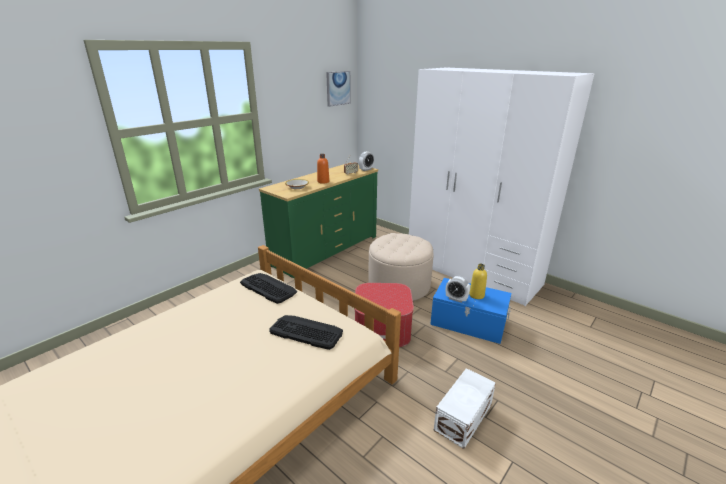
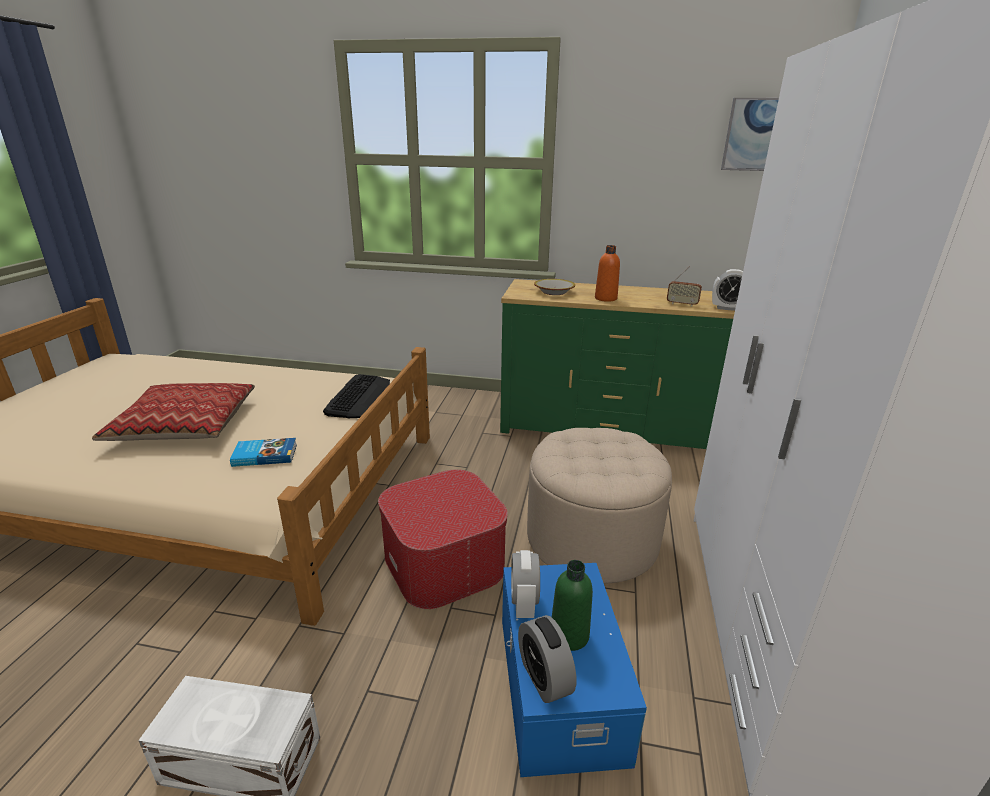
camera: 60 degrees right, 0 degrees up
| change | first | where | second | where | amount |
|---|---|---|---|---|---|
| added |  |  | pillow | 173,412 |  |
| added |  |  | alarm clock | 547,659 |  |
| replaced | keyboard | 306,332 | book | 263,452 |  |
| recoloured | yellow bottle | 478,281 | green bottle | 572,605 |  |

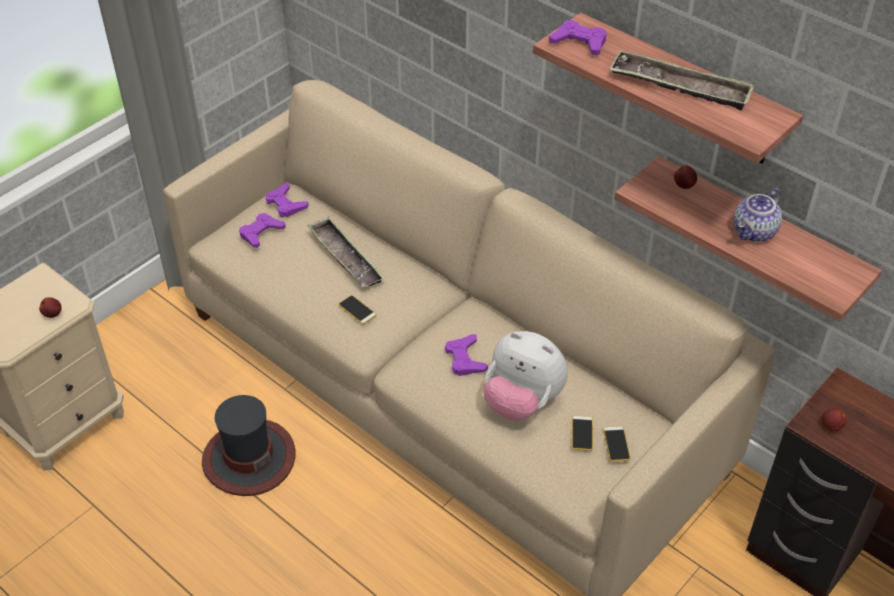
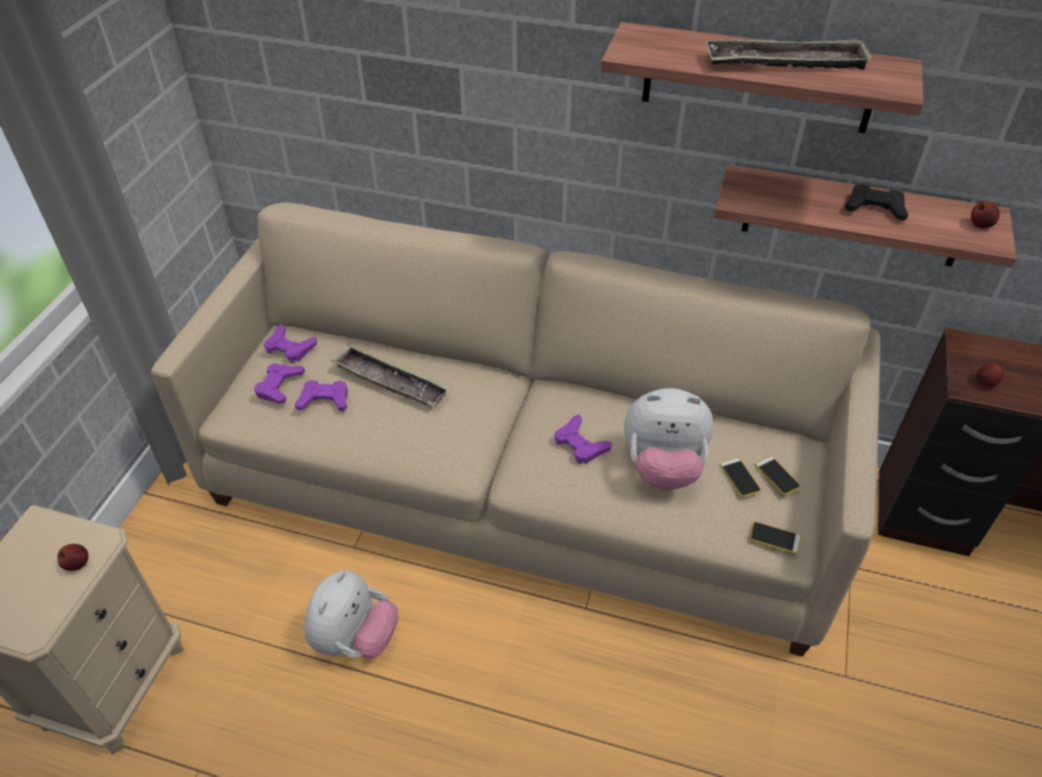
camera: 25 degrees left, 0 degrees up
| change | first | where | second | where | amount |
|---|---|---|---|---|---|
| moved | phone | 357,309 |  | 775,538 |  |
| moved | purple game controller | 577,37 |  | 321,395 |  |
| moved | apple | 685,177 |  | 985,215 |  |
| replaced | hat | 248,445 | plush toy | 351,614 |  |
| replaced | teapot | 758,215 | black game controller | 876,202 |  |

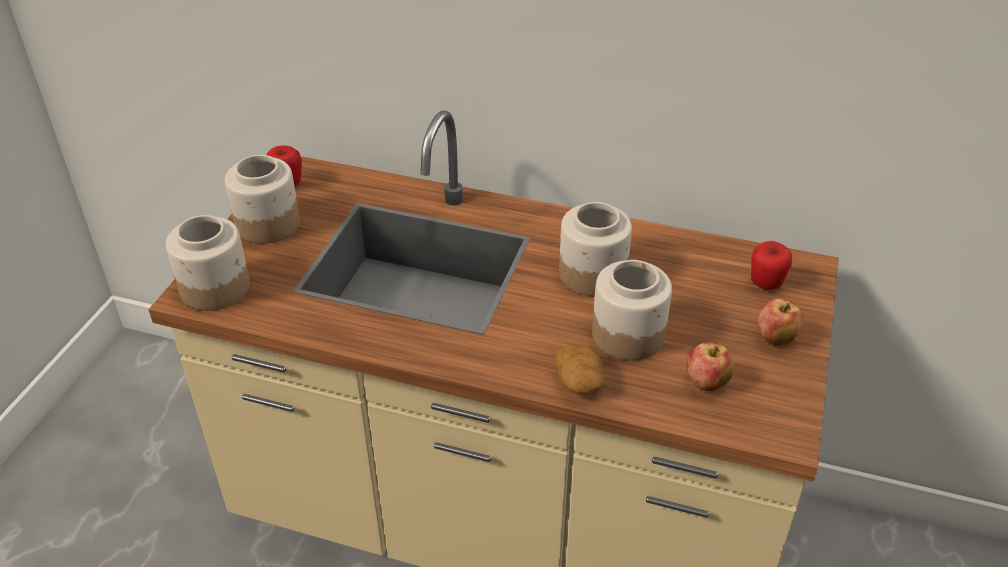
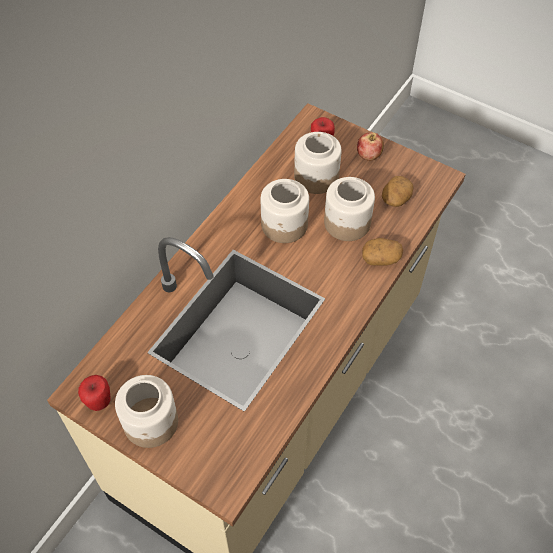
camera: 75 degrees left, 15 degrees up
| change | first | where | second | where | amount |
|---|---|---|---|---|---|
| moved | jar | 208,263 |  | 318,163 |  |
| replaced | apple | 710,366 | potato | 398,191 |  |

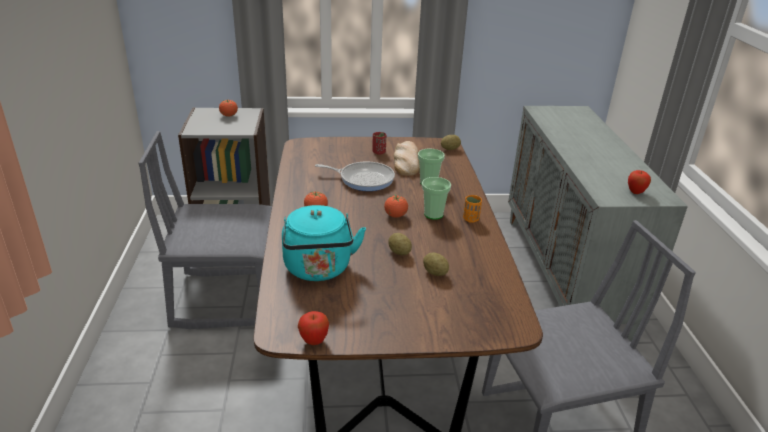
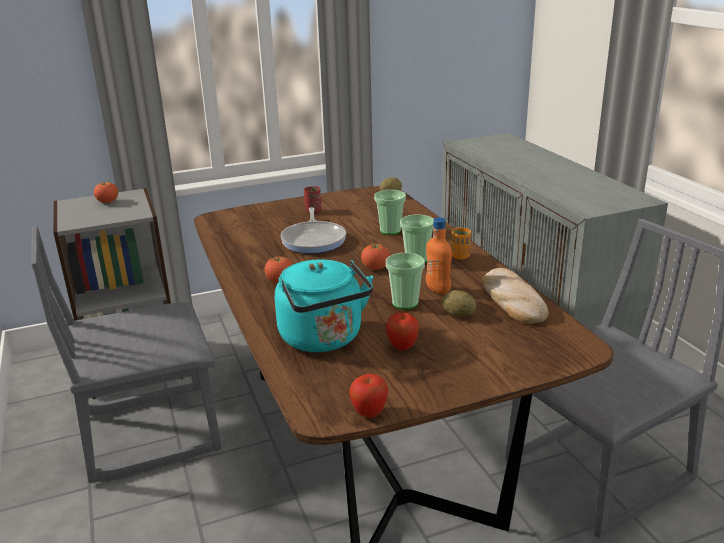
camera: 15 degrees left, 5 degrees down
| change | first | where | second | where | amount |
|---|---|---|---|---|---|
| added |  |  | orange bottle | 439,256 |  |
| moved | bread | 406,158 |  | 515,296 |  |
| moved | apple | 639,182 |  | 403,332 |  |
| replaced | potato | 400,244 | cup | 405,281 |  |
| turned | frying pan | 355,176 |  | 313,230 | 90 degrees clockwise |

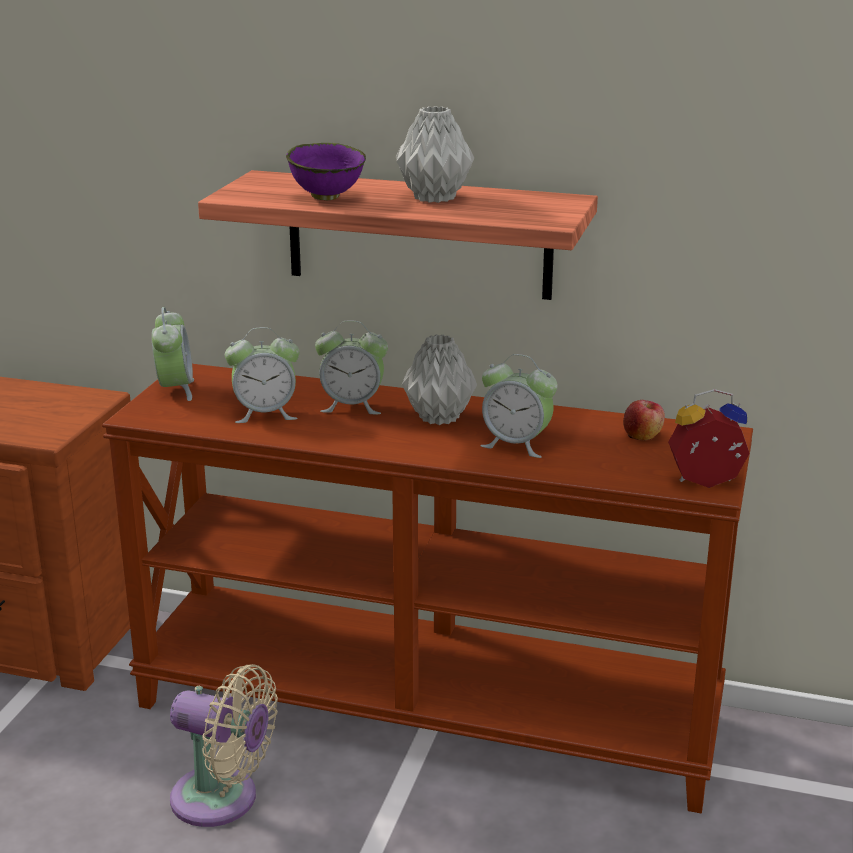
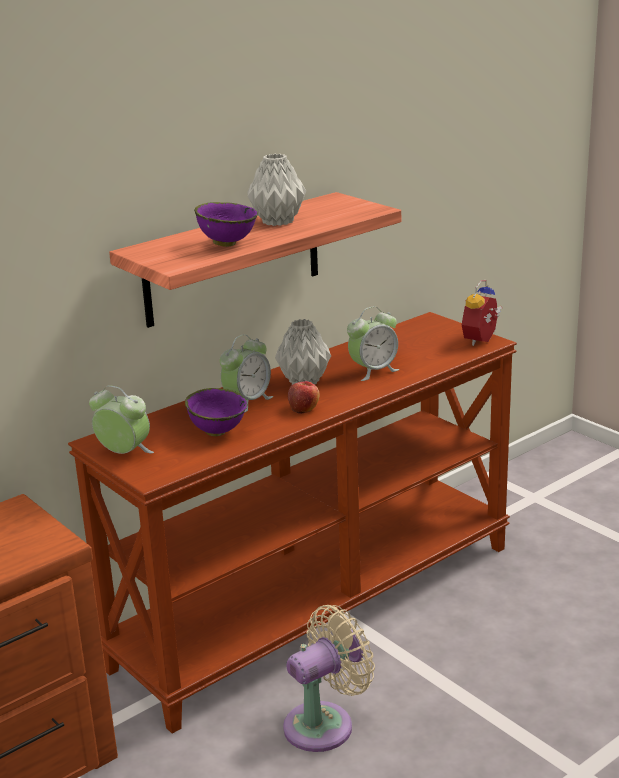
camera: 55 degrees left, 0 degrees up
| change | first | where | second | where | amount |
|---|---|---|---|---|---|
| moved | apple | 644,420 |  | 304,397 |  |
| replaced | alarm clock | 262,375 | purple bowl | 216,412 |  |

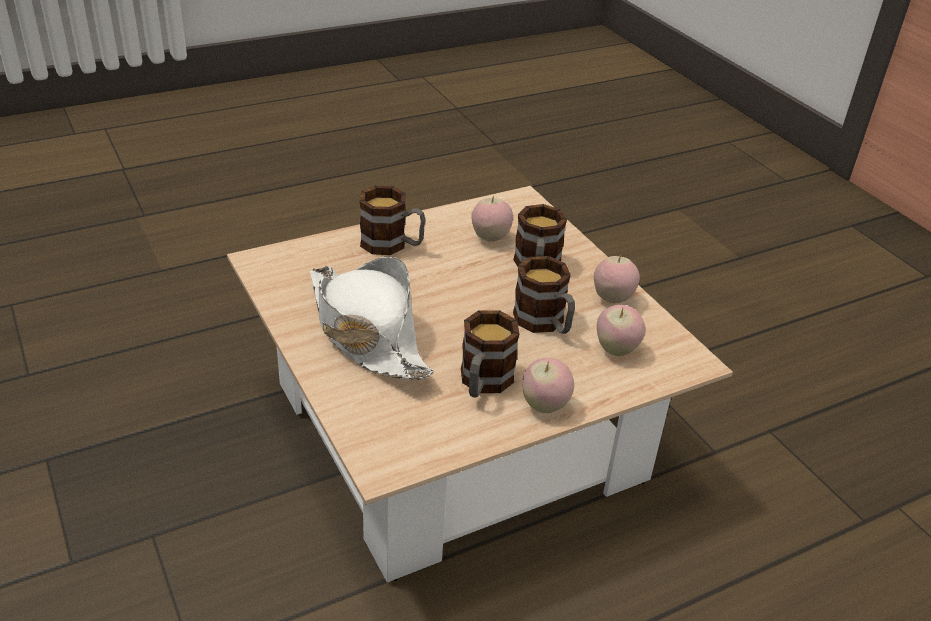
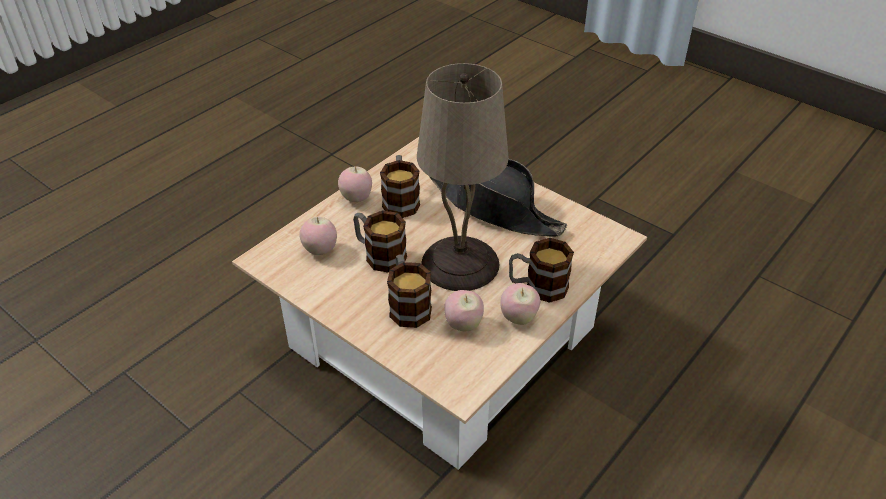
camera: 160 degrees right, 5 degrees up
| change | first | where | second | where | amount |
|---|---|---|---|---|---|
| added |  |  | beige table lamp | 463,177 |  |
| moved | apple | 617,279 |  | 520,304 |  |
| recoloured | white hat | 372,318 | black hat | 498,197 |  |

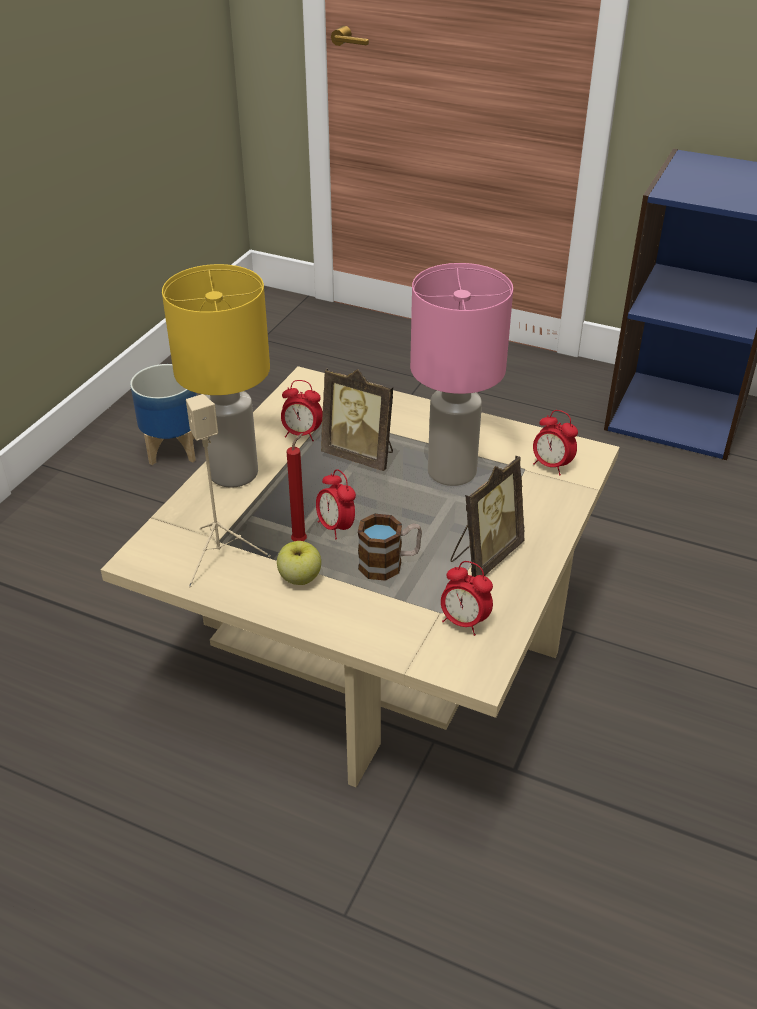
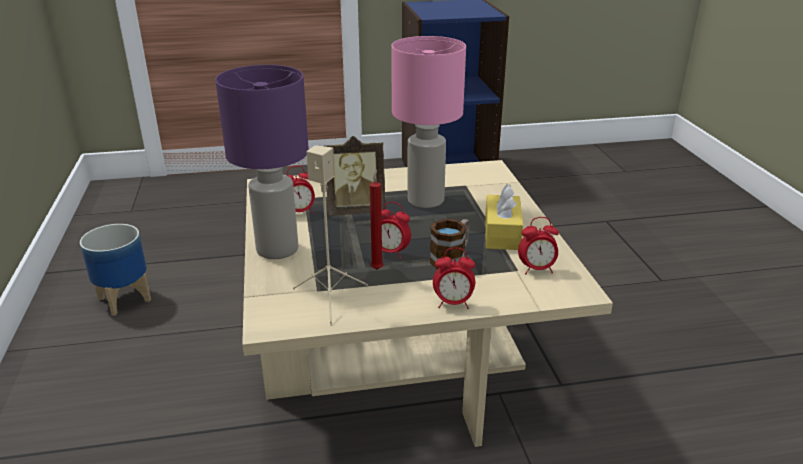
camera: 35 degrees left, 10 degrees down
| change | first | where | second | where | amount |
|---|---|---|---|---|---|
| removed | apple | 299,563 |  |  |  |
| moved | alarm clock | 555,443 |  | 454,278 |  |
| replaced | picture frame | 487,516 | yellow tissue box | 504,217 |  |
| recoloured | yellow table lamp | 216,376 | purple table lamp | 262,162 |  |

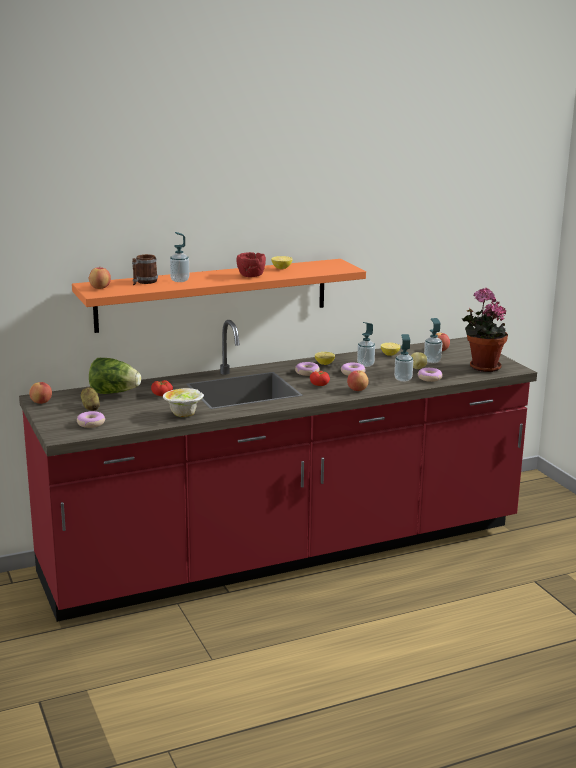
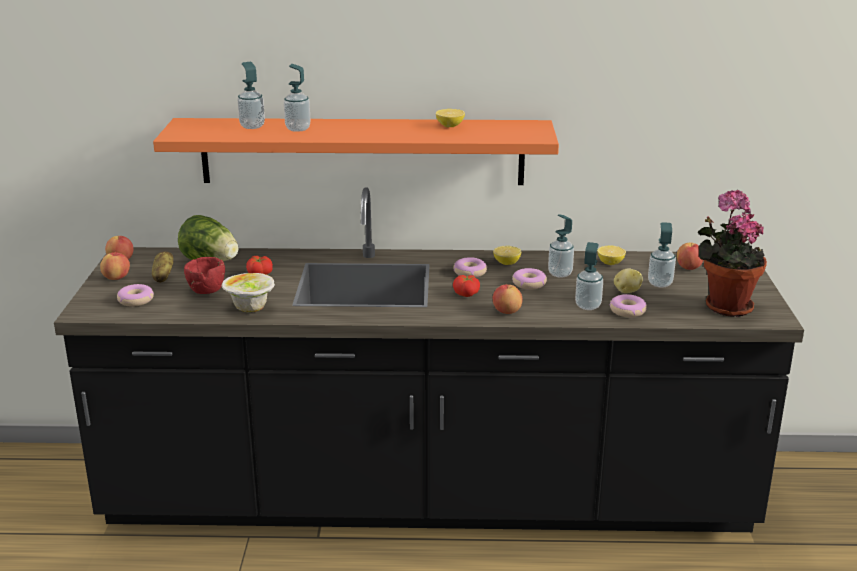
camera: 25 degrees right, 5 degrees up
| change | first | where | second | where | amount |
|---|---|---|---|---|---|
| moved | apple | 100,278 |  | 115,266 |  |
| moved | red bowl | 251,264 |  | 204,275 |  |
| replaced | mug | 145,269 | soap dispenser | 251,95 |  |
| recoloured | red counter | 278,471 | black counter | 429,359 |  |

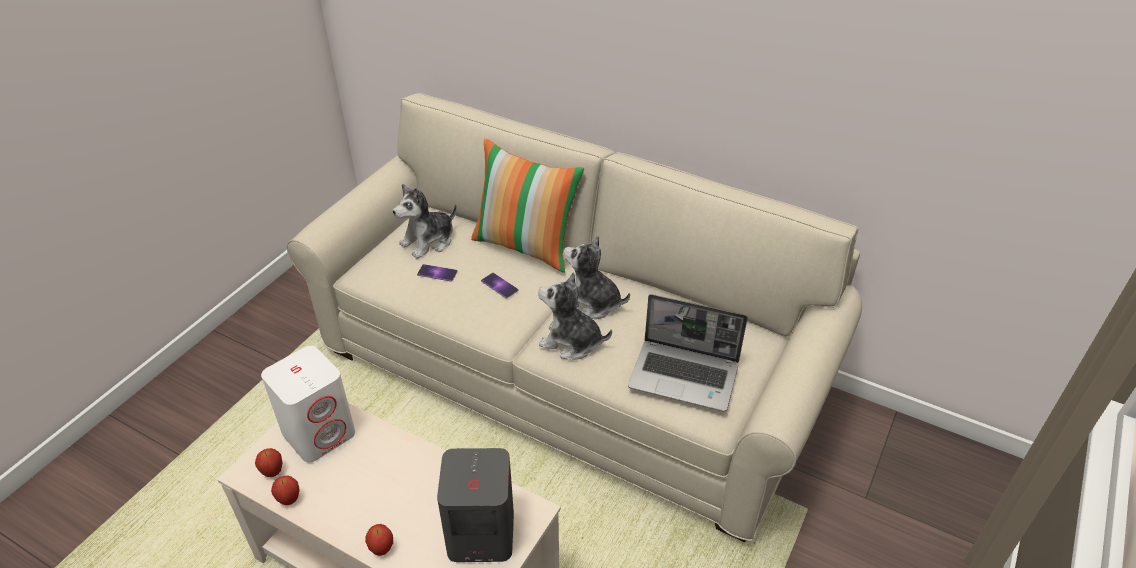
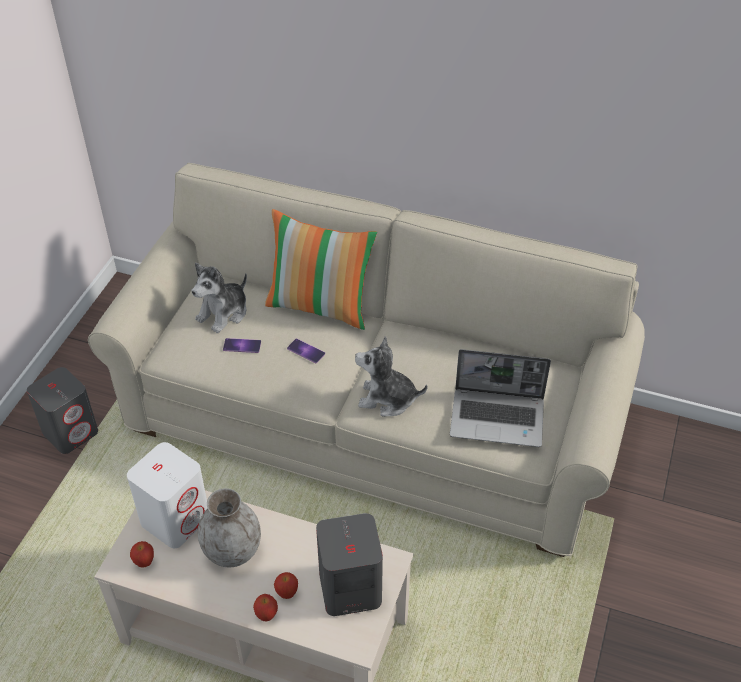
camera: 10 degrees left, 5 degrees up
| change | first | where | second | where | amount |
|---|---|---|---|---|---|
| removed | plush toy | 596,277 |  |  |  |
| added |  |  | grey speaker | 62,410 |  |
| added |  |  | grey vase | 229,528 |  |
| moved | apple | 285,490 |  | 286,585 |  |

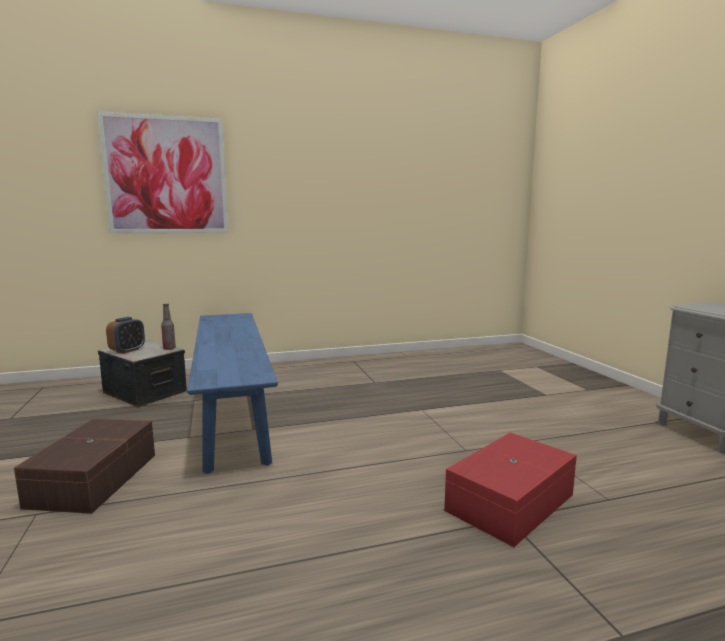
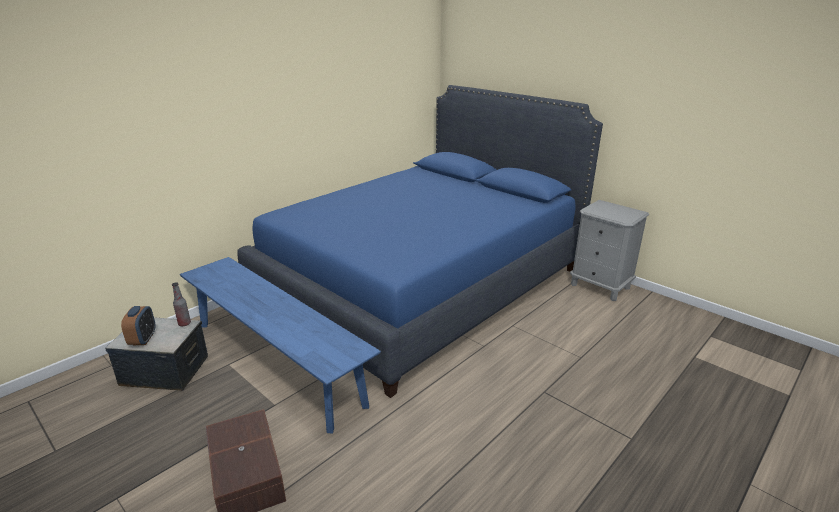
camera: 30 degrees left, 15 degrees up
| change | first | where | second | where | amount |
|---|---|---|---|---|---|
| removed | picture | 162,172 |  |  |  |
| removed | red storage box | 510,489 |  |  |  |
| added |  |  | blue bed | 420,241 |  |

